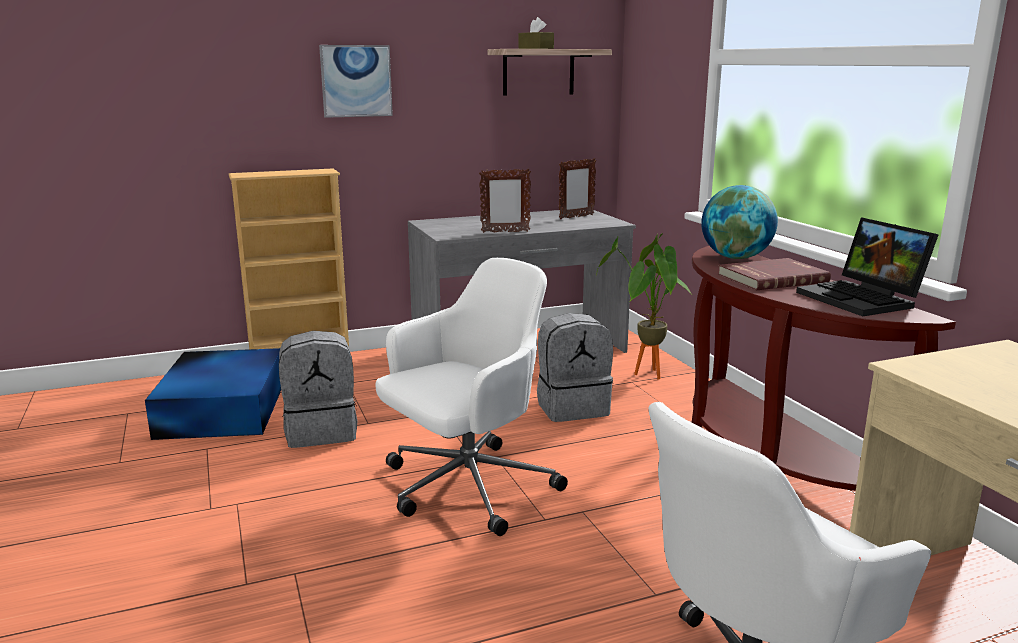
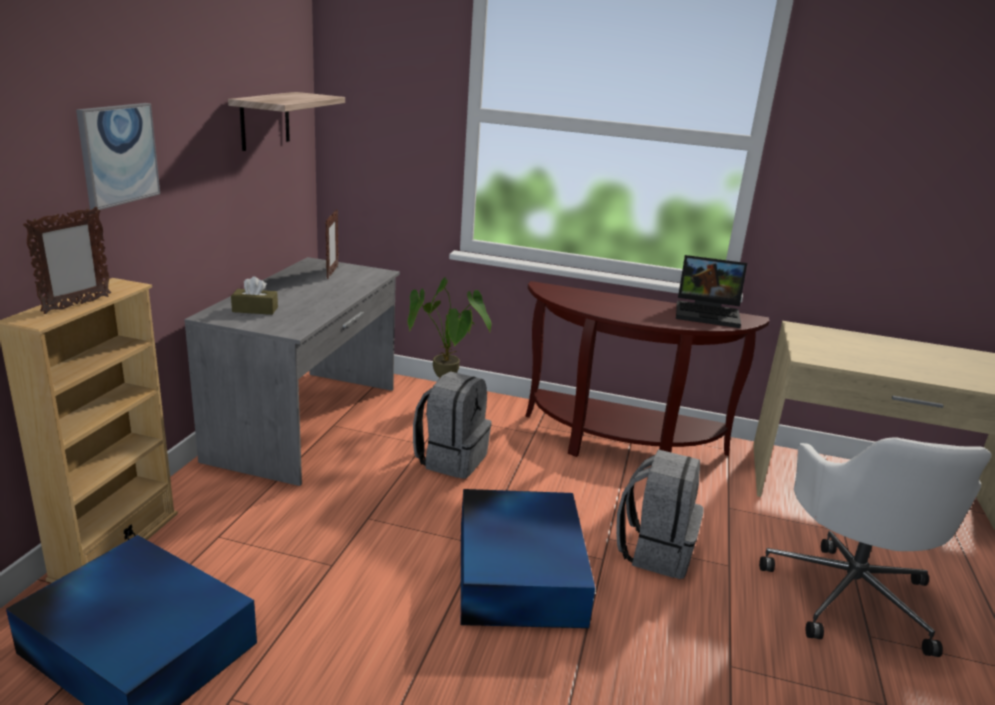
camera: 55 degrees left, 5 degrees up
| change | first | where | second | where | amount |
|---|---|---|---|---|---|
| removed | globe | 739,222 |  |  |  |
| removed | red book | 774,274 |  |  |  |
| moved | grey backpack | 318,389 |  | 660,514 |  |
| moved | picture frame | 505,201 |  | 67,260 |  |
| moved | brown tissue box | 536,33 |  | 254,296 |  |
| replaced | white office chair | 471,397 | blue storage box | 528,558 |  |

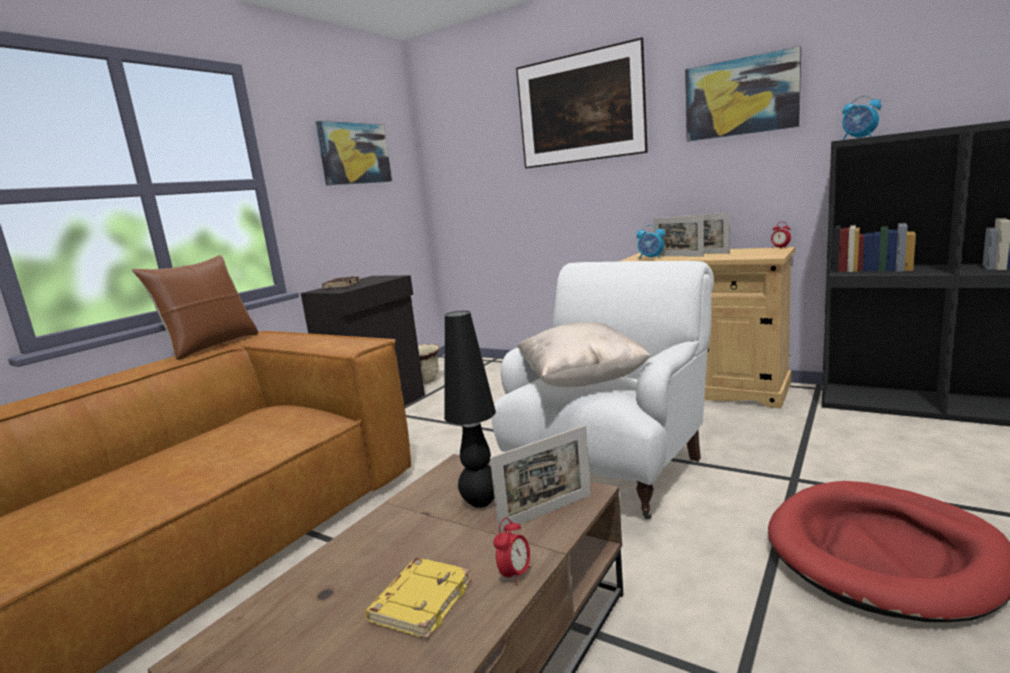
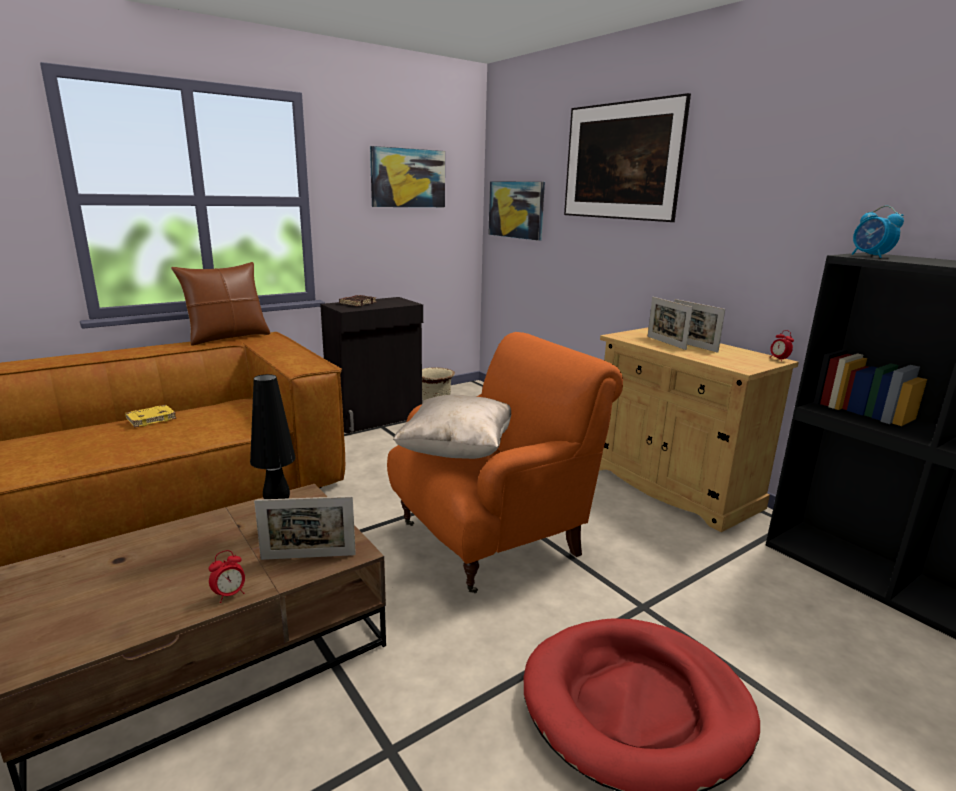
camera: 20 degrees right, 5 degrees up
| change | first | where | second | where | amount |
|---|---|---|---|---|---|
| removed | alarm clock | 651,242 |  |  |  |
| moved | yellow book | 418,599 |  | 150,416 |  |
| moved | picture | 743,94 |  | 517,211 |  |
| recoloured | white armchair | 602,390 | orange armchair | 505,462 |  |

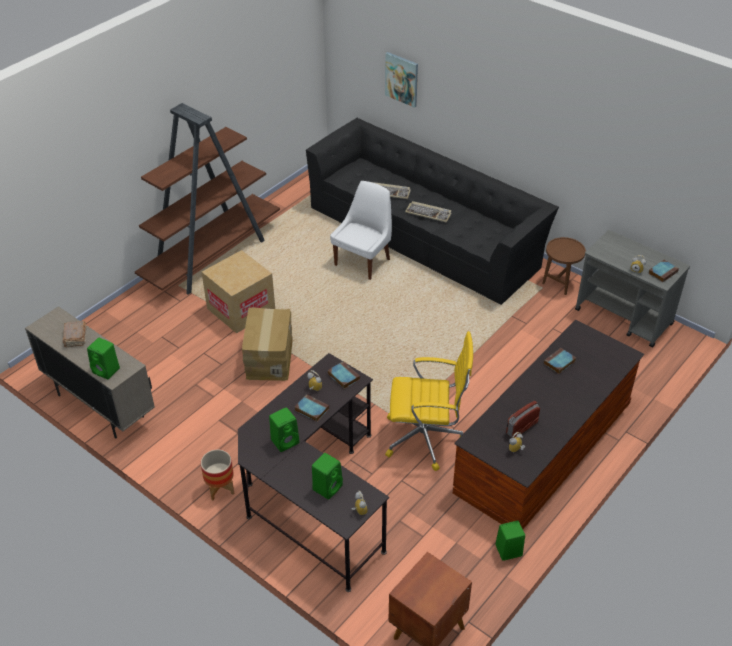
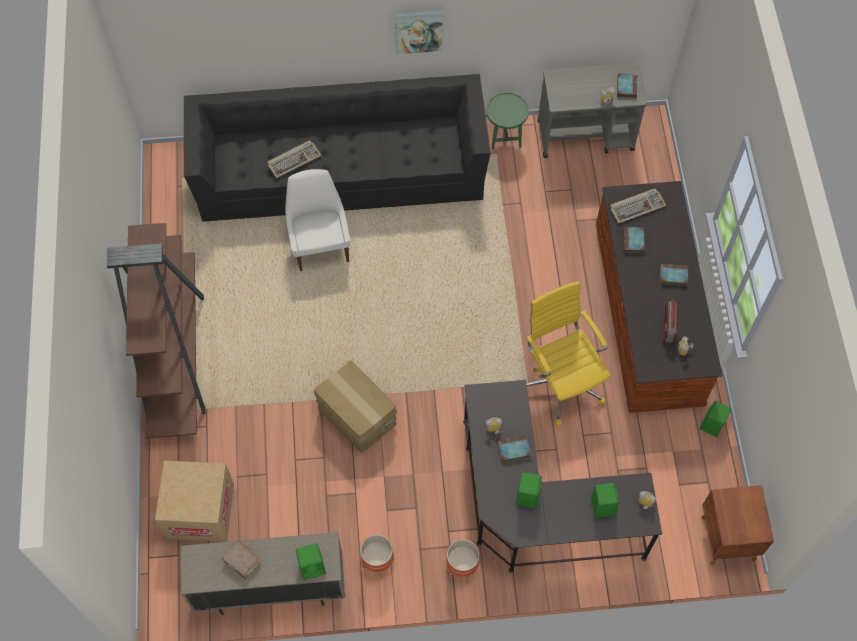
camera: 45 degrees left, 20 degrees up
| change | first | where | second | where | amount |
|---|---|---|---|---|---|
| added |  |  | planter | 377,556 |  |
| moved | cardboard box | 238,291 |  | 194,501 |  |
| moved | book | 344,375 |  | 674,274 |  |
| moved | picture | 401,80 |  | 419,32 |  |
| moved | keyboard | 428,212 |  | 638,206 |  |
| recoloured | brown side table | 564,266 | green side table | 507,121 |  |
| turned | yellow office chair | 429,401 |  | 568,353 | 75 degrees counterclockwise |

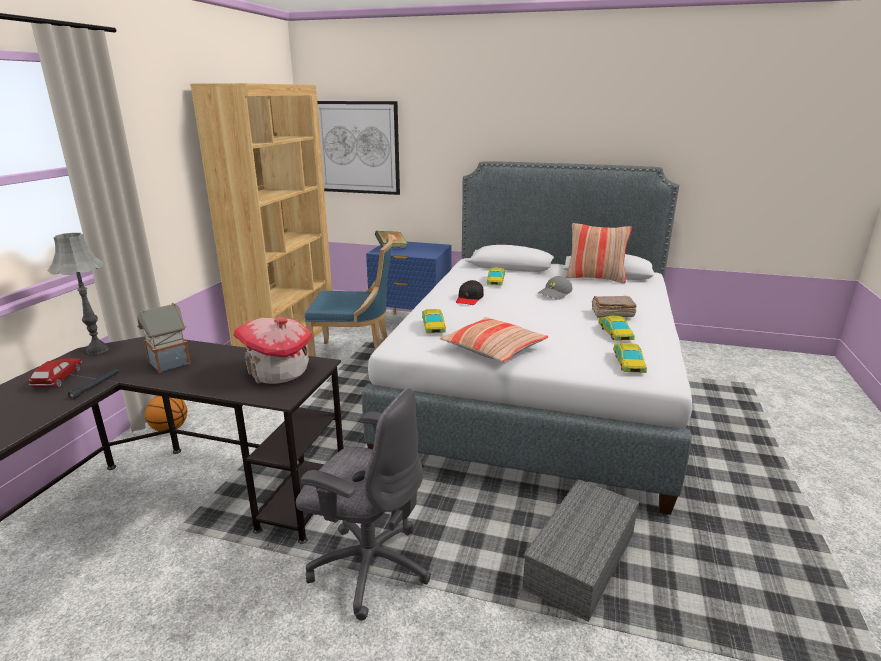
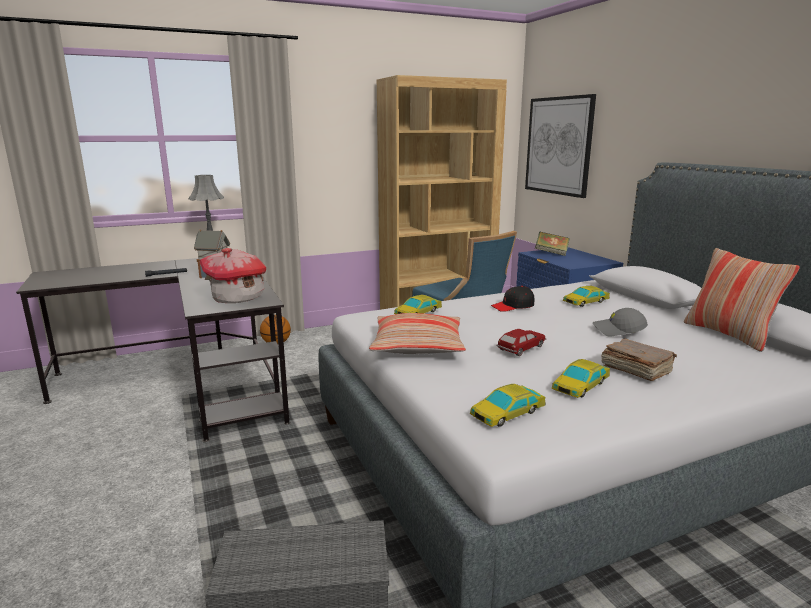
camera: 50 degrees right, 5 degrees down
| change | first | where | second | where | amount |
|---|---|---|---|---|---|
| removed | grey office chair | 363,504 |  |  |  |
| moved | toy car | 55,373 |  | 521,342 |  |

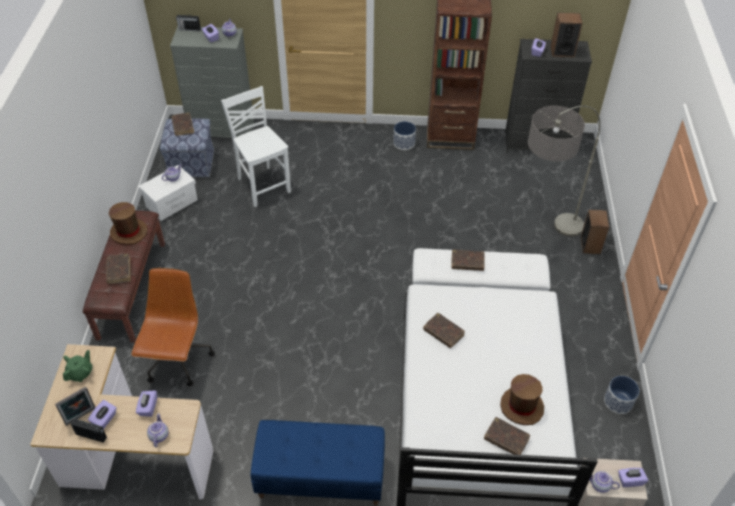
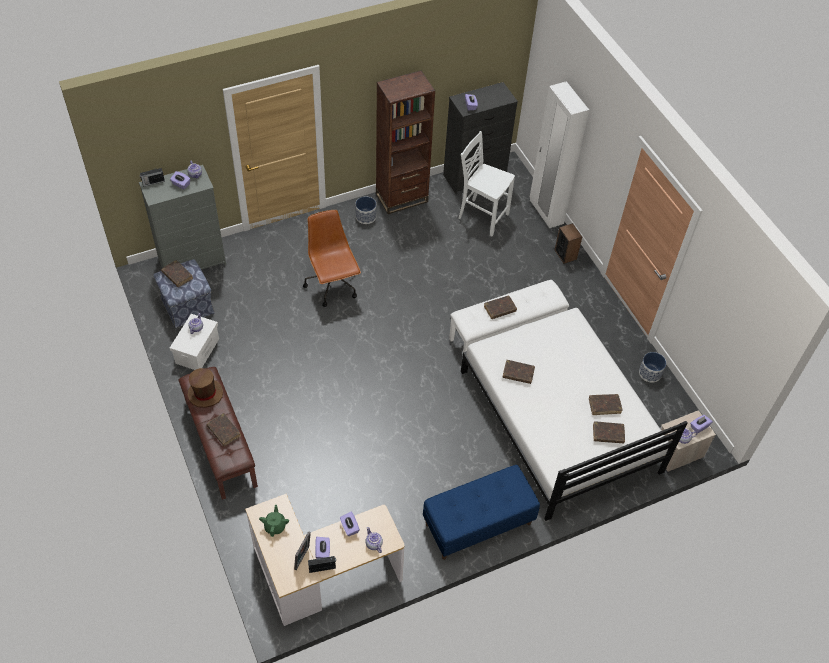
camera: 30 degrees left, 5 degrees up
| change | first | where | second | where | amount |
|---|---|---|---|---|---|
| removed | floor lamp | 564,171 |  |  |  |
| removed | speaker | 566,35 |  |  |  |
| added |  |  | white wardrobe | 559,154 |  |
| moved | brown office chair | 173,327 |  | 332,258 |  |
| moved | white chair | 256,146 |  | 486,183 |  |
| replaced | brown hat | 522,399 | brown book | 606,404 |  |

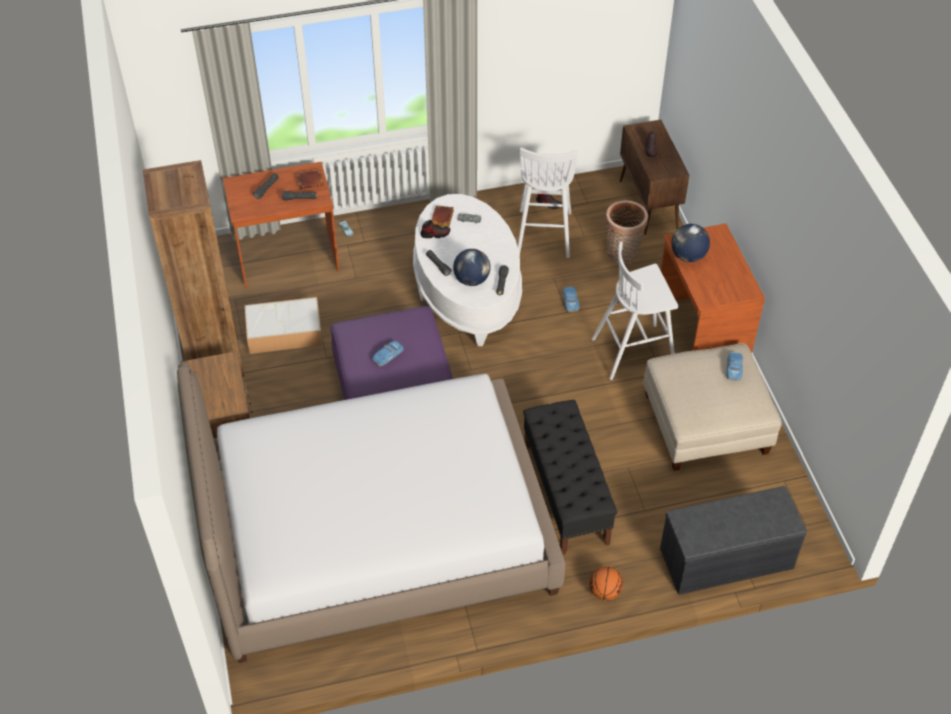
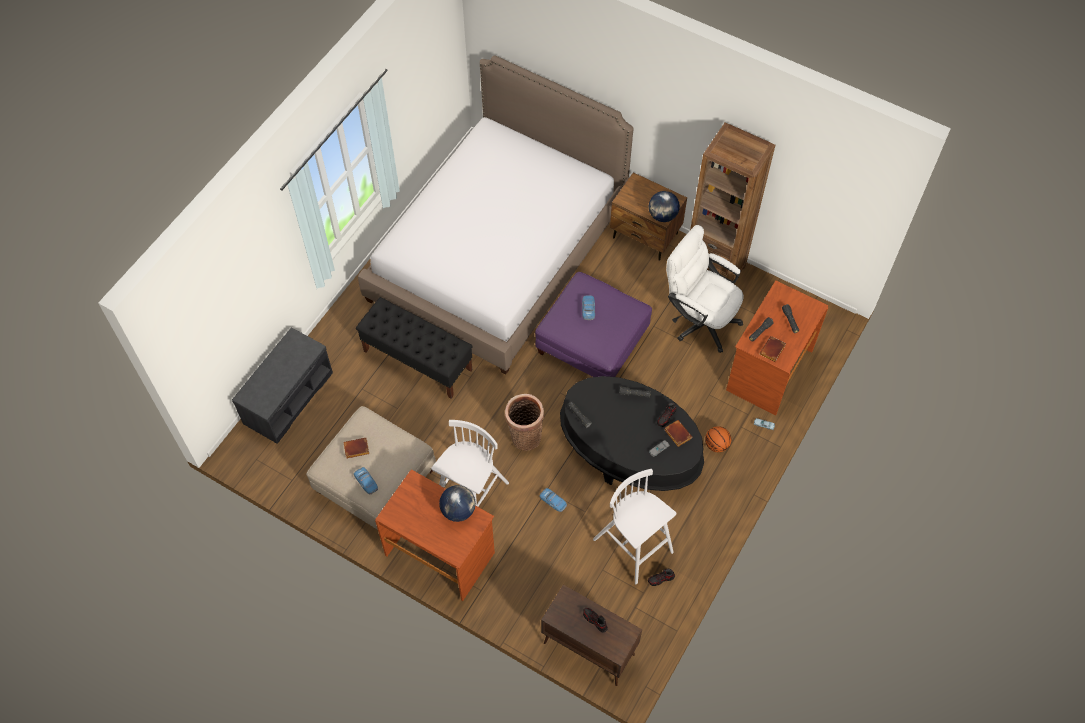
camera: 135 degrees right, 10 degrees up
| change | first | where | second | where | amount |
|---|---|---|---|---|---|
| added |  |  | brown book | 356,448 |  |
| moved | globe | 472,267 |  | 664,206 |  |
| moved | basketball | 606,583 |  | 718,439 |  |
| moved | basket | 627,232 |  | 524,422 |  |
| replaced | storage box | 284,325 | white office chair | 705,289 |  |
| recoloured | white coffee table | 467,270 | black coffee table | 632,433 |  |

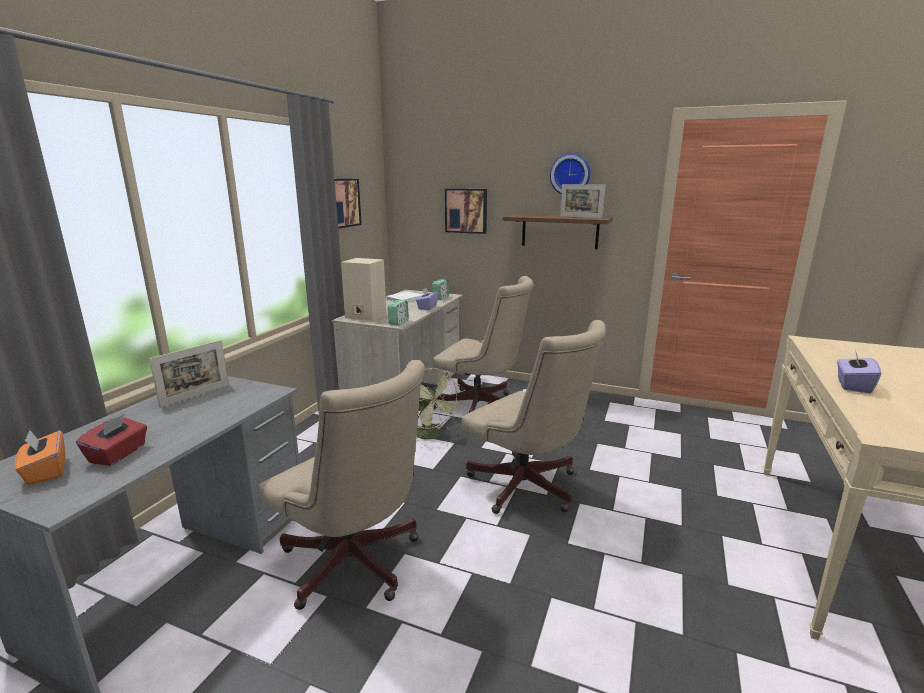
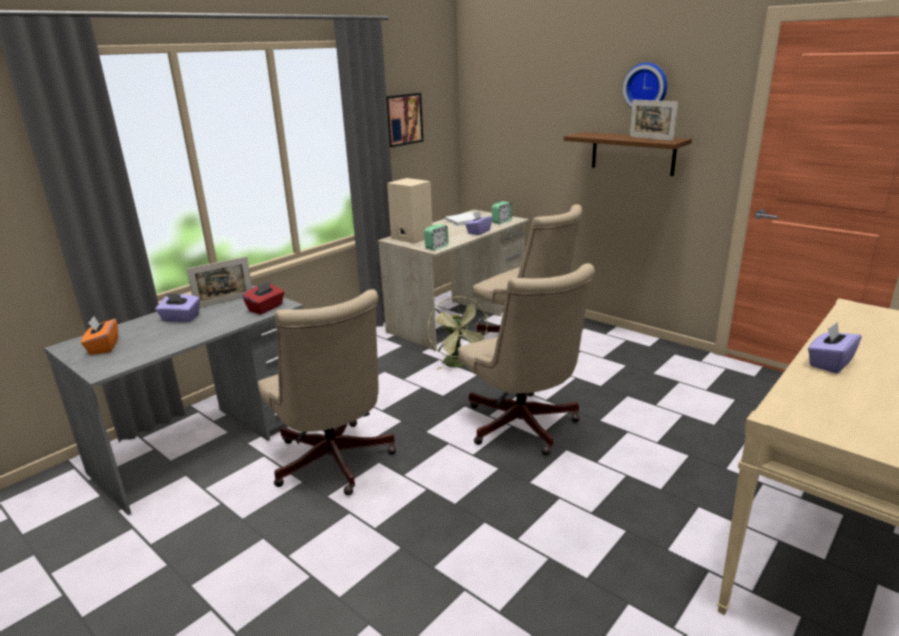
camera: 20 degrees right, 5 degrees up
| change | first | where | second | where | amount |
|---|---|---|---|---|---|
| removed | picture | 466,211 |  |  |  |
| added |  |  | purple tissue box | 177,307 |  |
| moved | red tissue box | 111,440 |  | 263,297 |  |

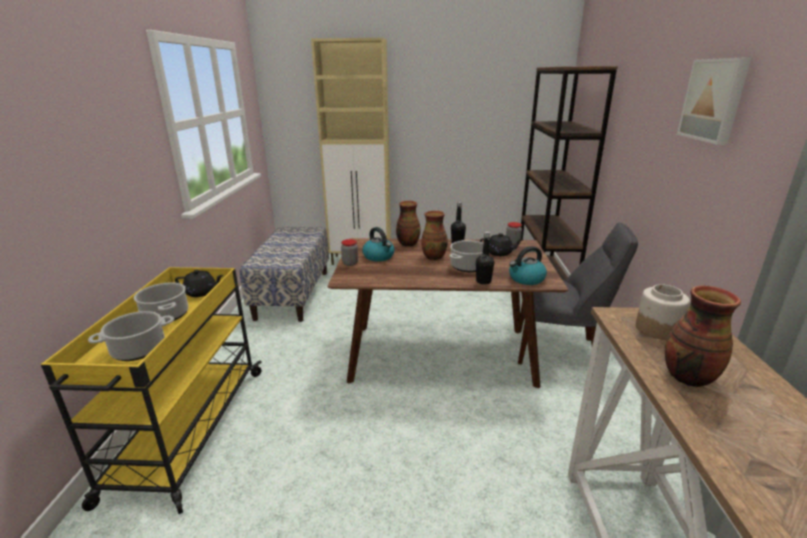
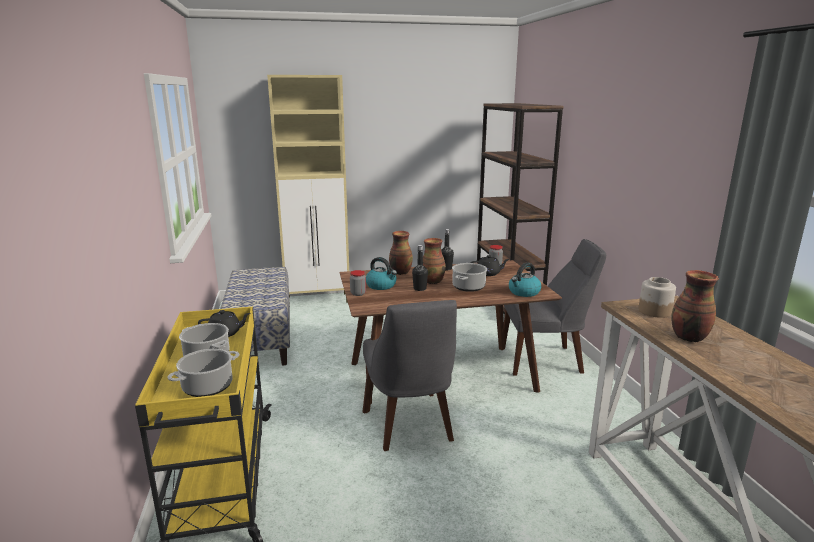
camera: 15 degrees left, 5 degrees down
| change | first | where | second | where | amount |
|---|---|---|---|---|---|
| removed | picture | 714,101 |  |  |  |
| added |  |  | grey chair | 410,375 |  |
| moved | black bottle | 485,258 |  | 420,268 |  |

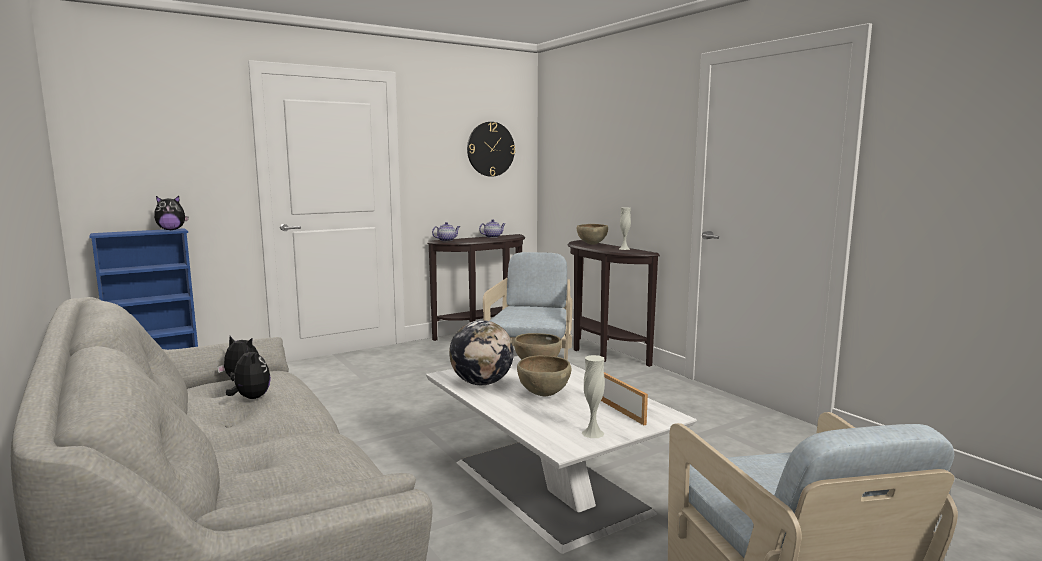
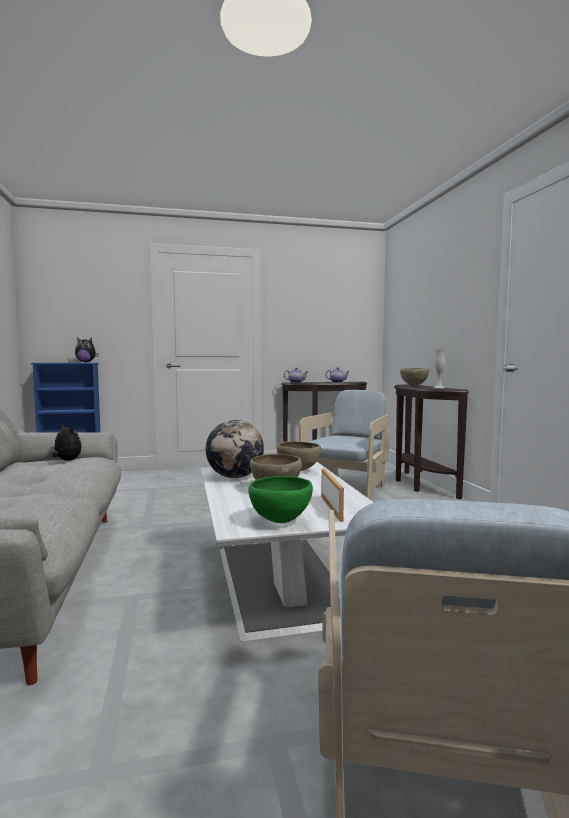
camera: 20 degrees right, 5 degrees down
| change | first | where | second | where | amount |
|---|---|---|---|---|---|
| removed | plush toy | 248,372 |  |  |  |
| removed | wall clock | 491,149 |  |  |  |
| replaced | white vase | 593,396 | green bowl | 280,499 |  |

